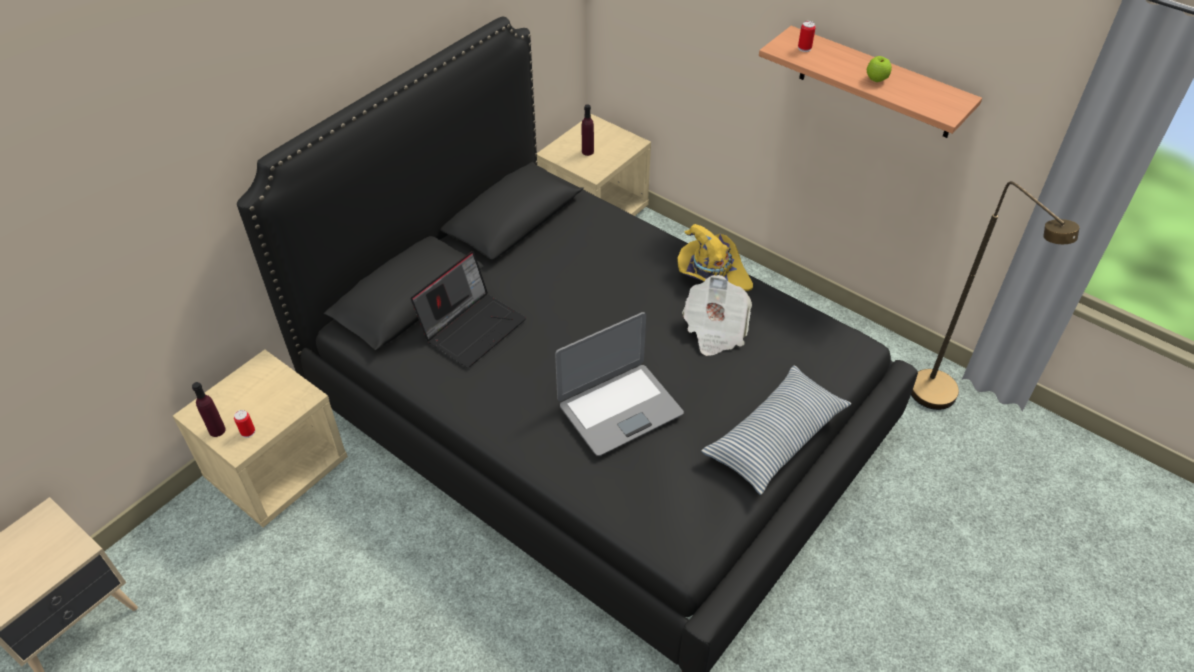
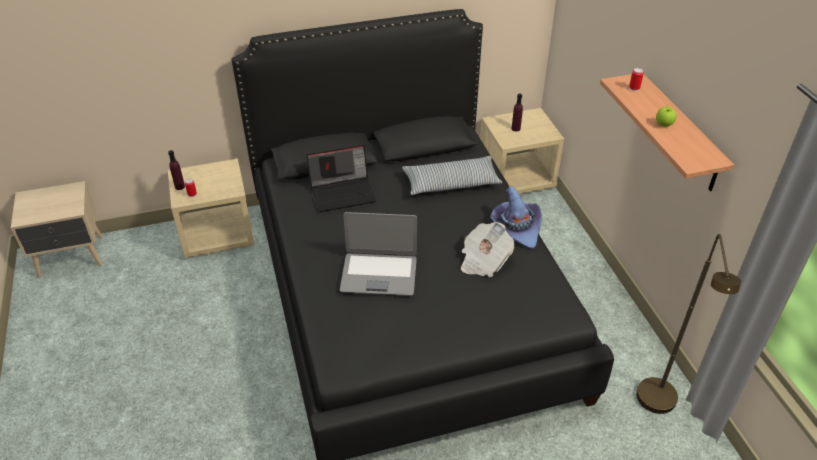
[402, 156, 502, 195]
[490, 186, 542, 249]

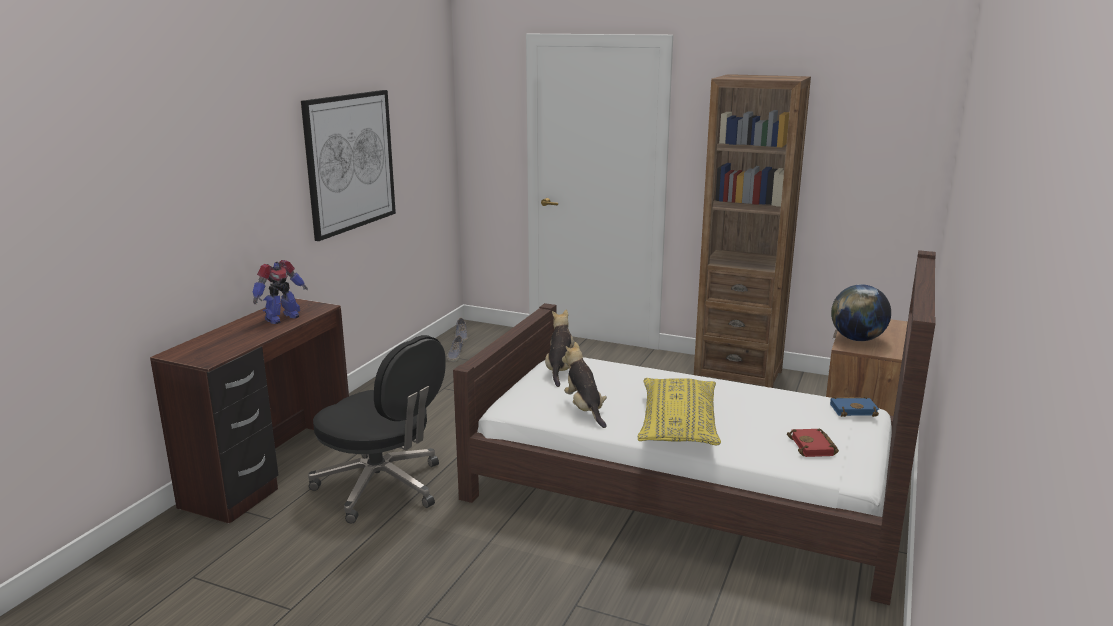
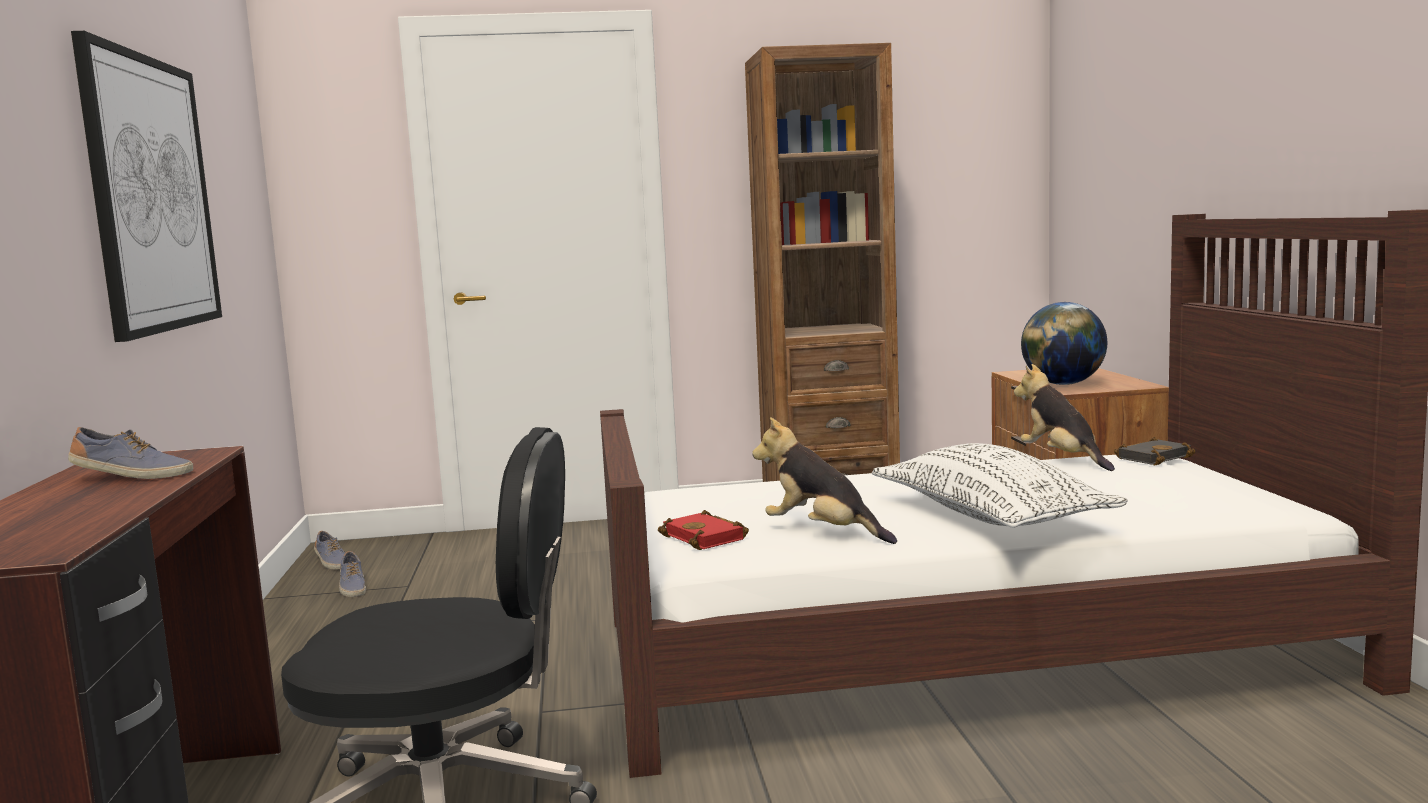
[1014, 364, 1115, 471]
[658, 510, 749, 550]
[68, 427, 193, 479]
[872, 443, 1128, 528]
[1114, 437, 1195, 466]

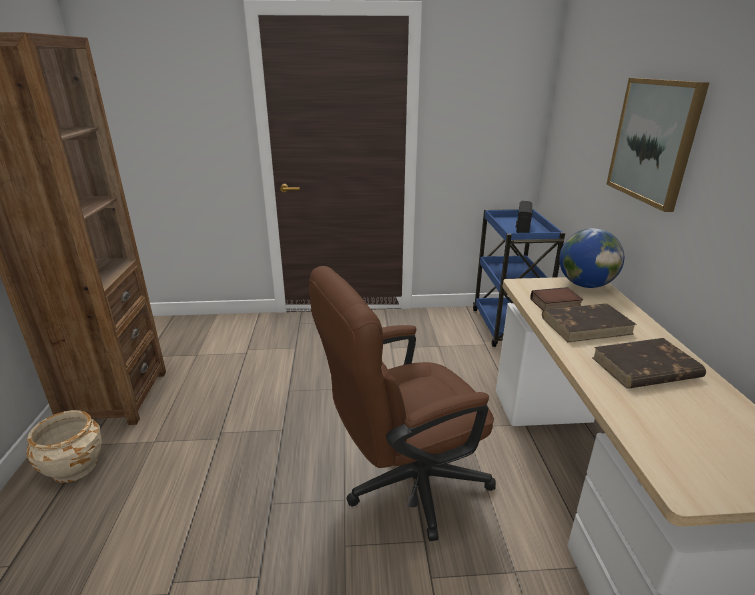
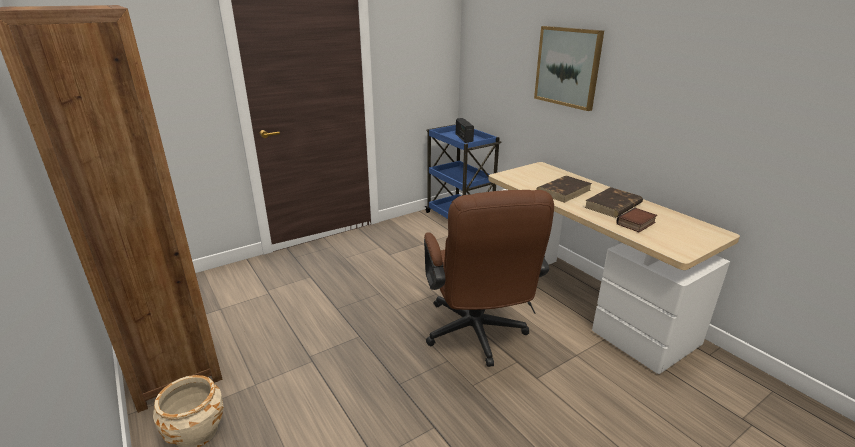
[559, 228, 624, 288] (first image)
[616, 208, 657, 232]
[424, 190, 554, 367]

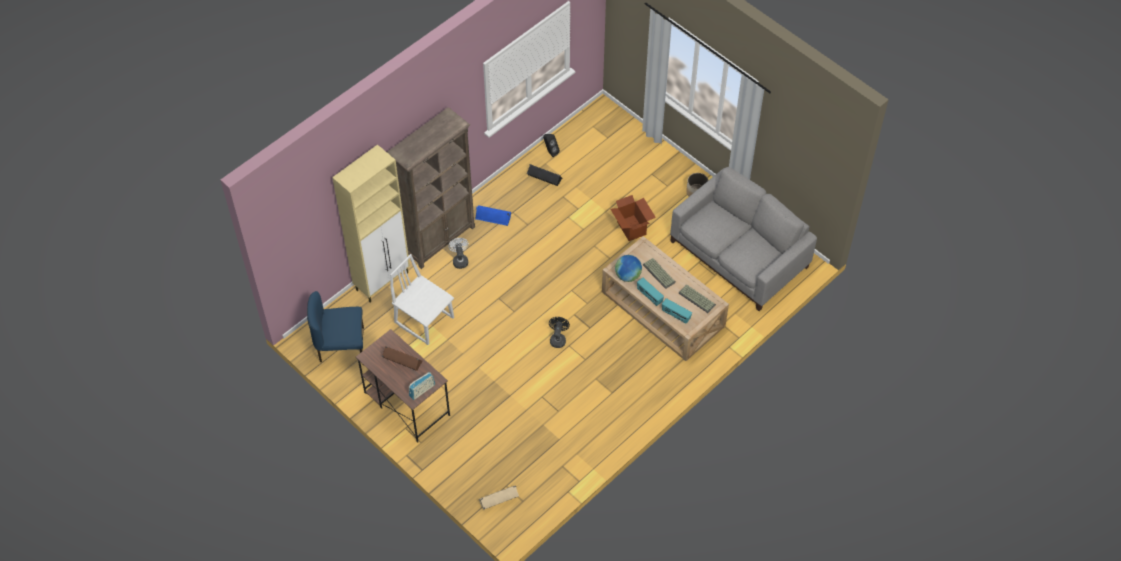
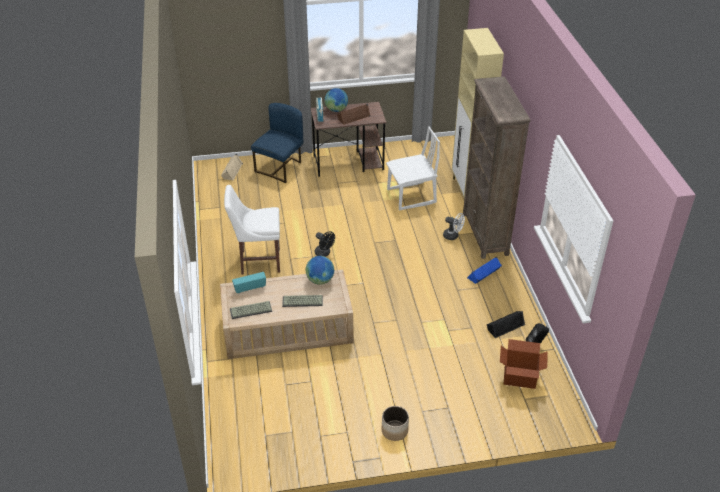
[637, 278, 664, 306] (first image)
[670, 167, 817, 311] (first image)
[224, 185, 280, 274]
[325, 88, 348, 112]
[251, 103, 303, 183]
[500, 339, 548, 389]

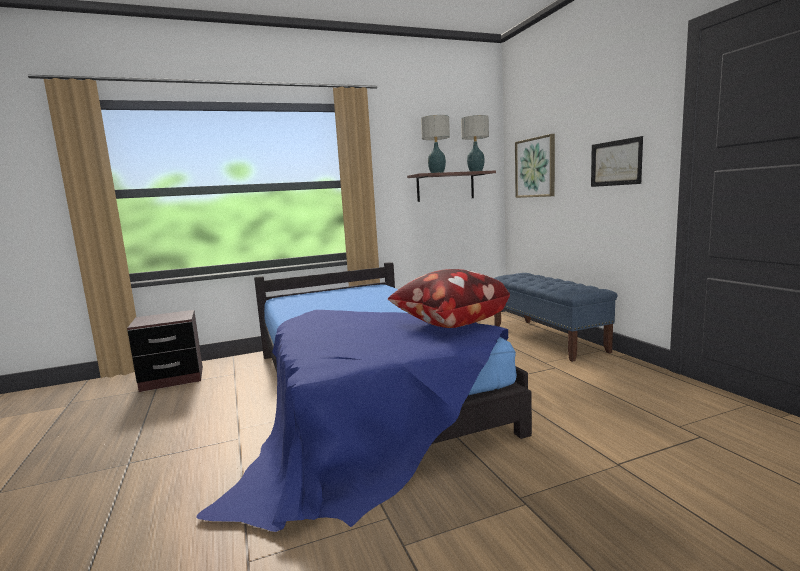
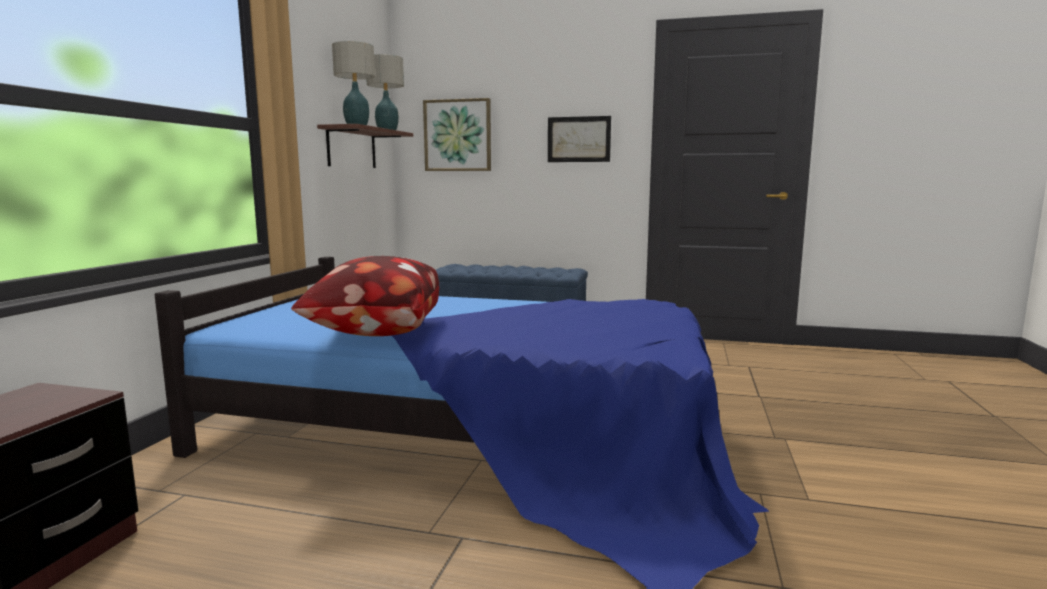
[291, 256, 439, 336]

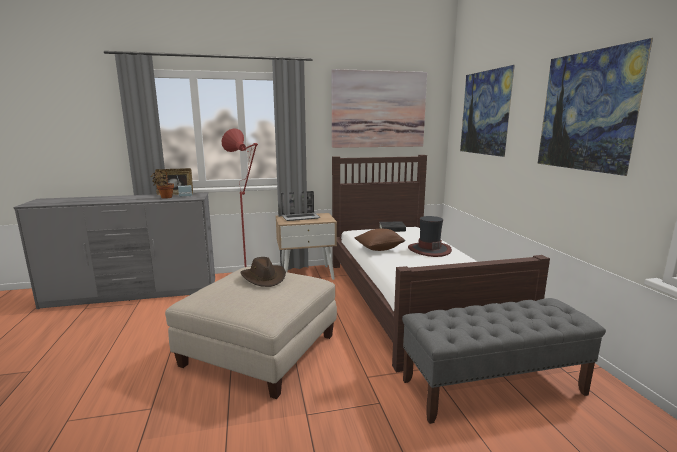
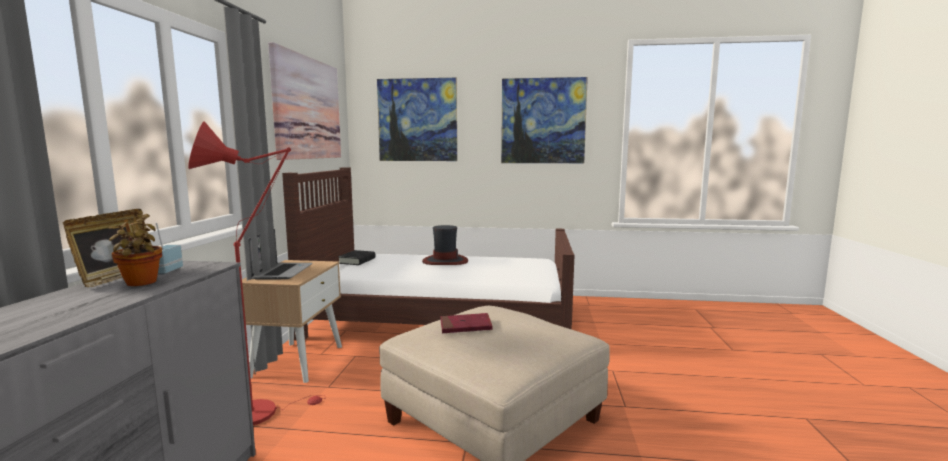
[354, 229, 405, 251] (first image)
[402, 298, 606, 424] (first image)
[440, 313, 493, 333]

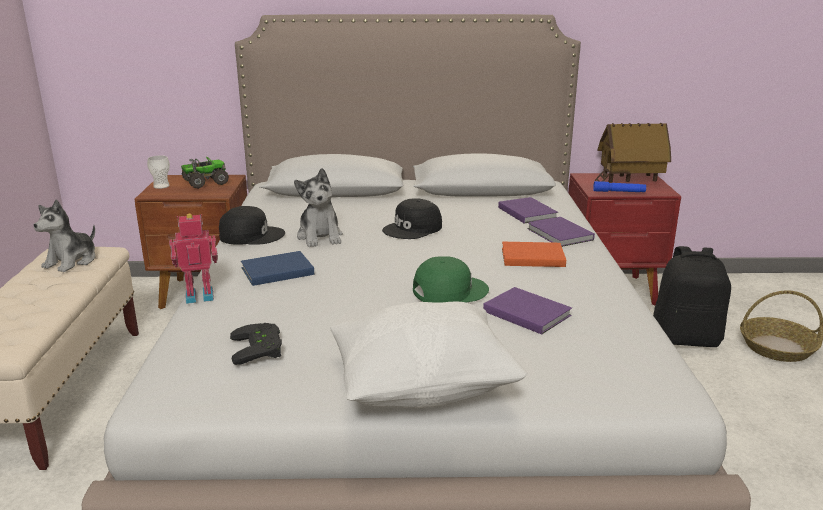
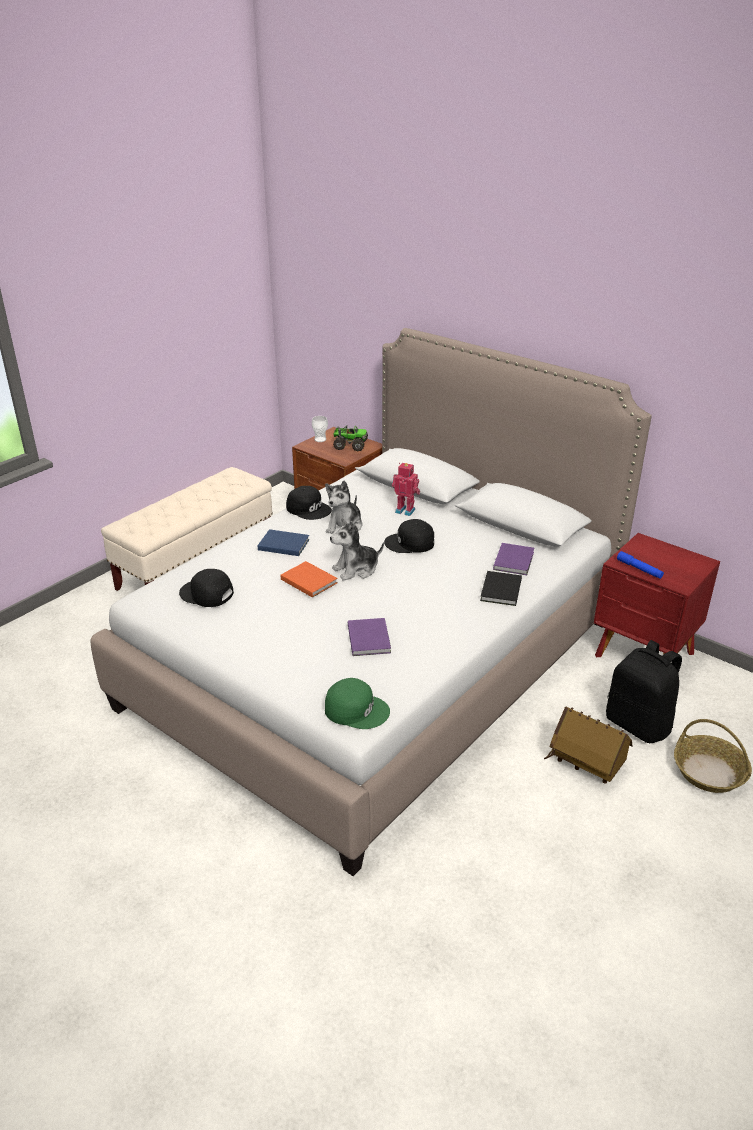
[330, 302, 527, 408] (first image)
[330, 518, 384, 581]
[392, 463, 420, 516]
[325, 678, 390, 729]
[281, 561, 338, 598]
[544, 706, 633, 784]
[179, 569, 234, 607]
[480, 571, 522, 606]

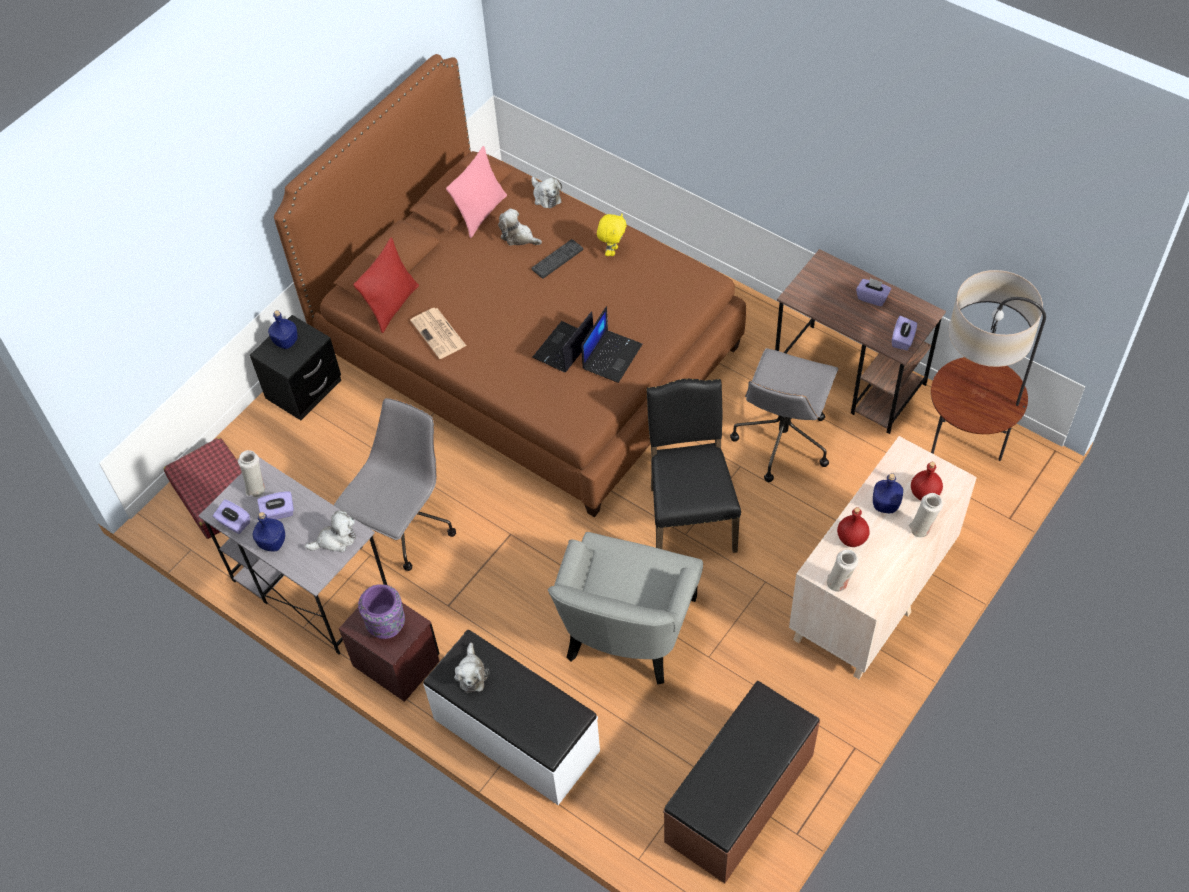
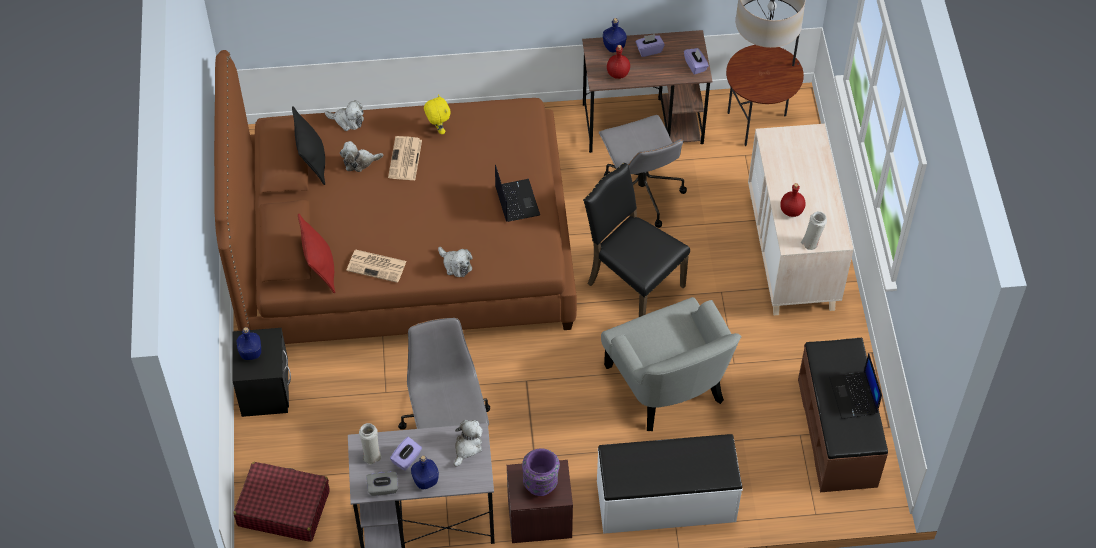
[909, 493, 943, 538] (first image)
[438, 247, 473, 277]
[829, 353, 882, 419]
[603, 18, 627, 53]
[607, 45, 630, 79]
[388, 136, 422, 180]
[366, 471, 398, 496]
[292, 106, 325, 185]

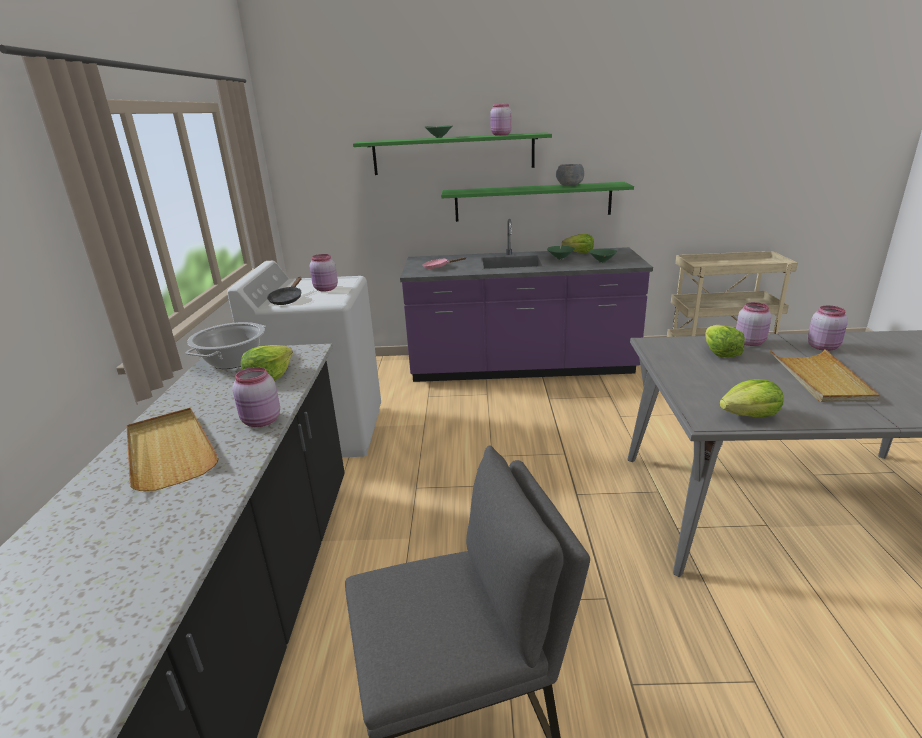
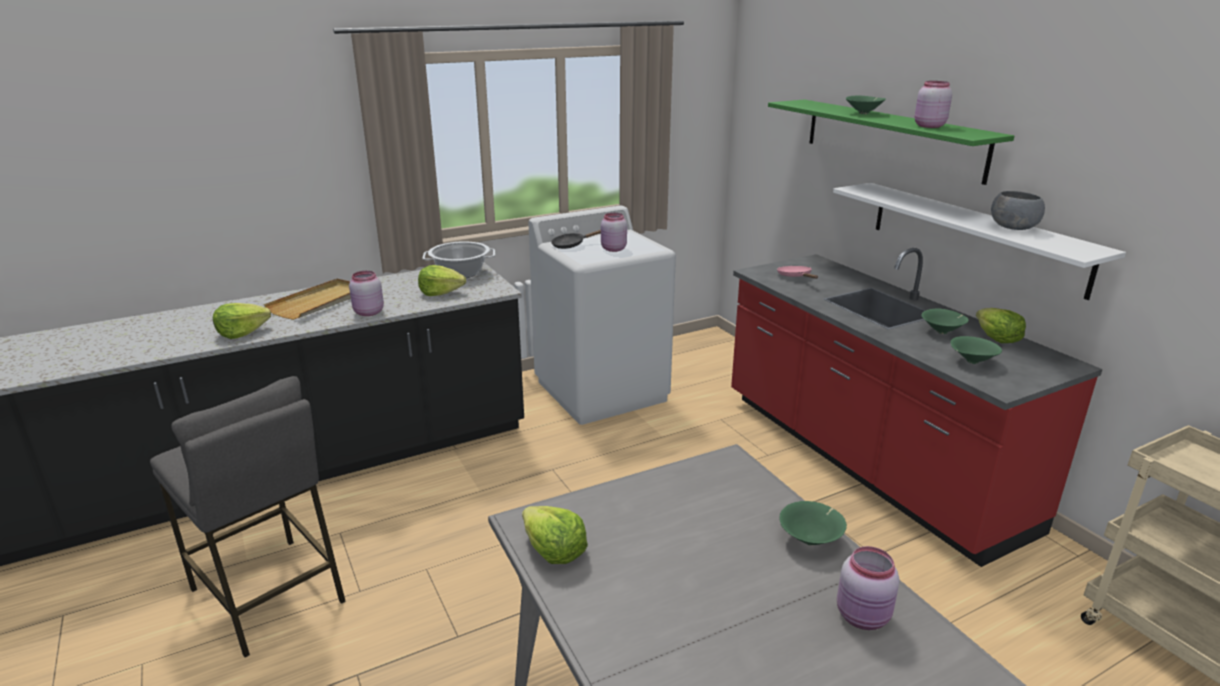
[770, 349, 880, 402] (first image)
[213, 303, 271, 339]
[779, 501, 847, 546]
[731, 248, 1102, 567]
[833, 183, 1126, 300]

